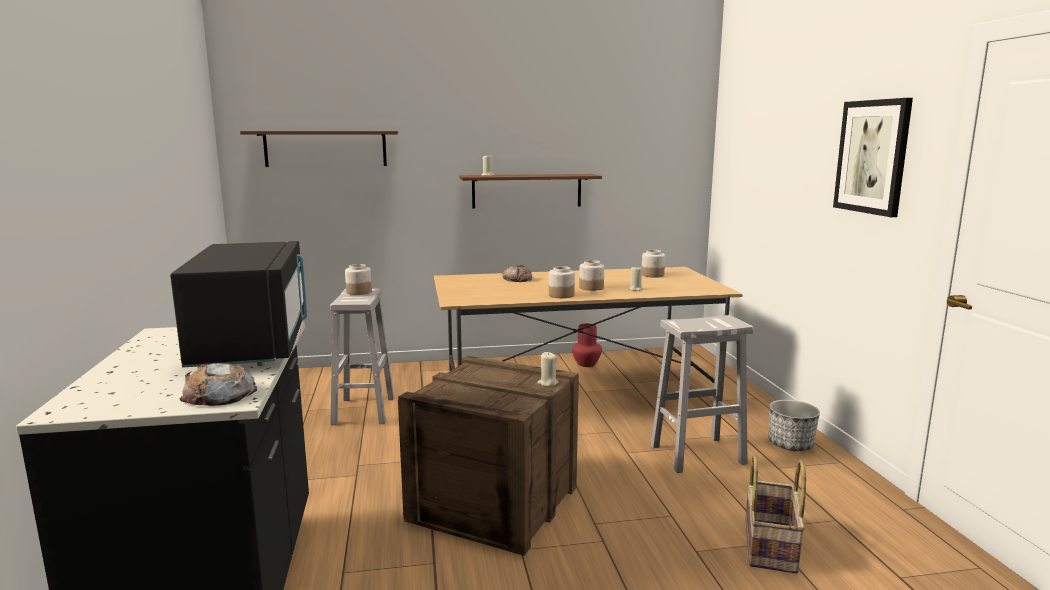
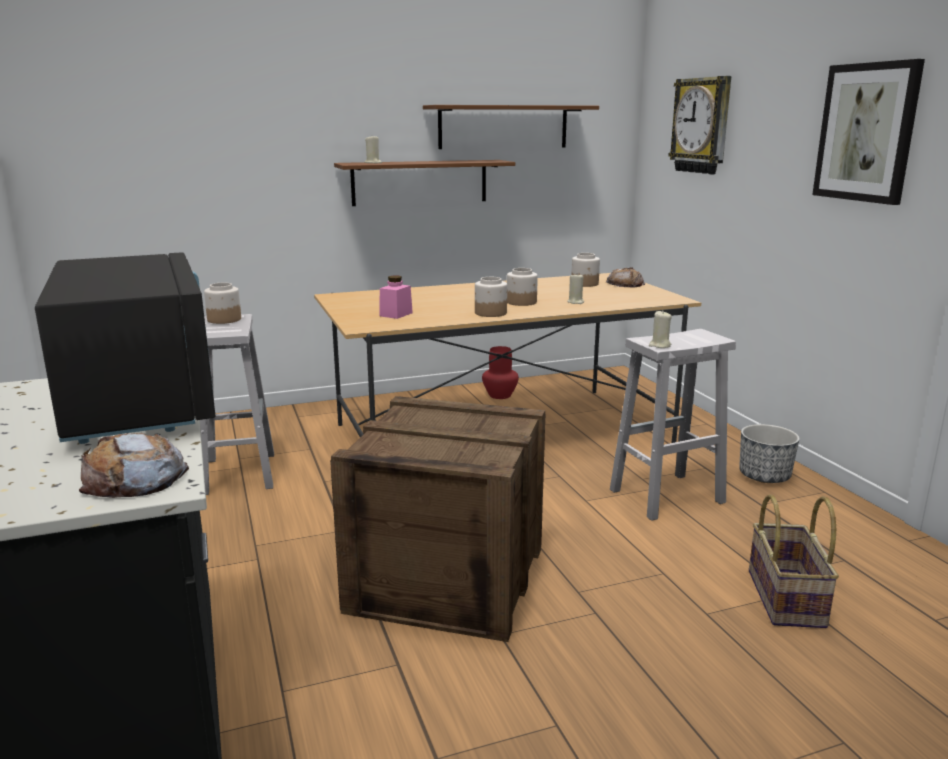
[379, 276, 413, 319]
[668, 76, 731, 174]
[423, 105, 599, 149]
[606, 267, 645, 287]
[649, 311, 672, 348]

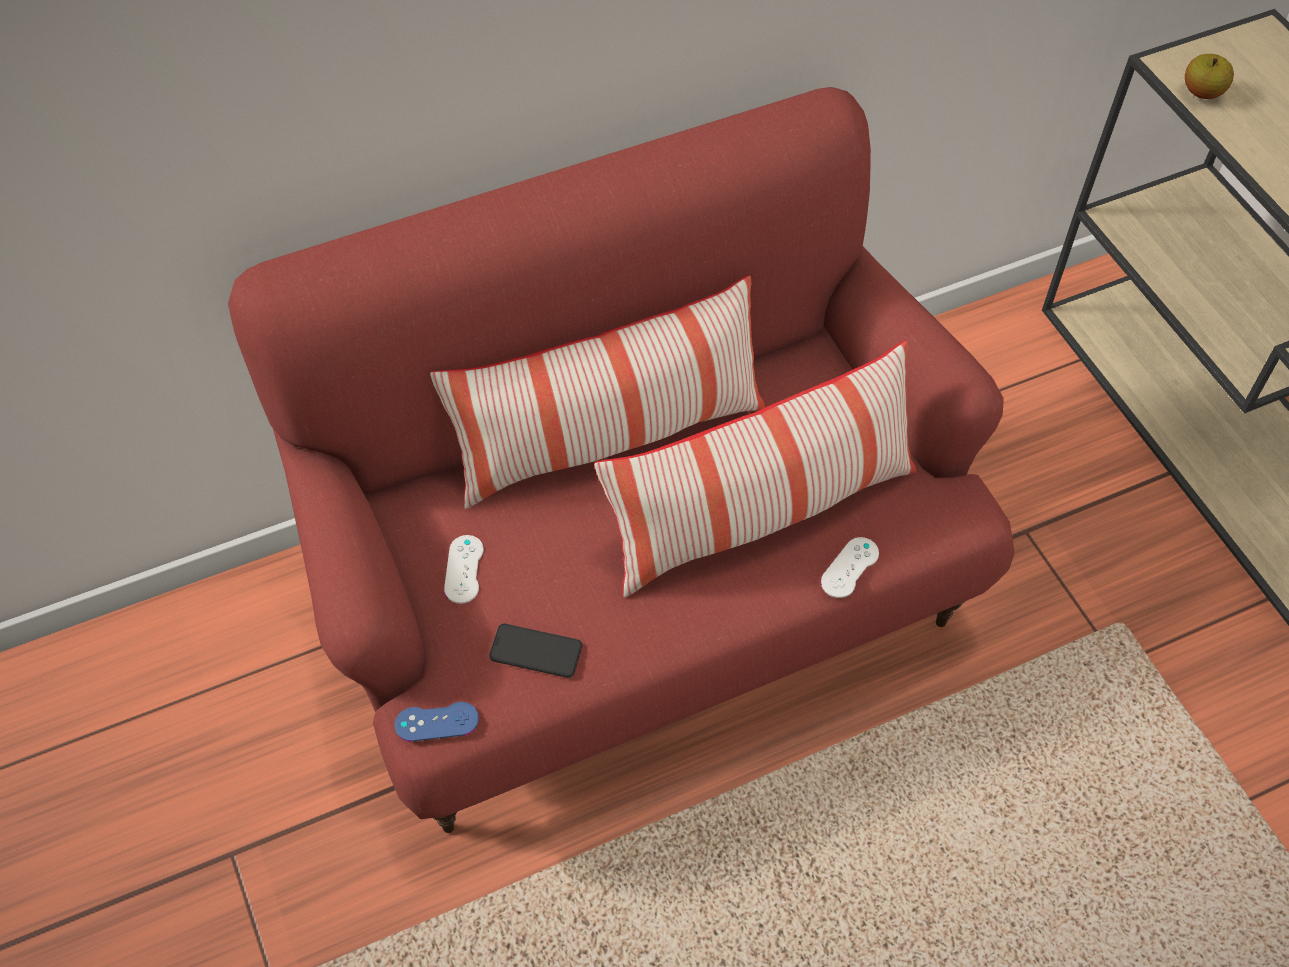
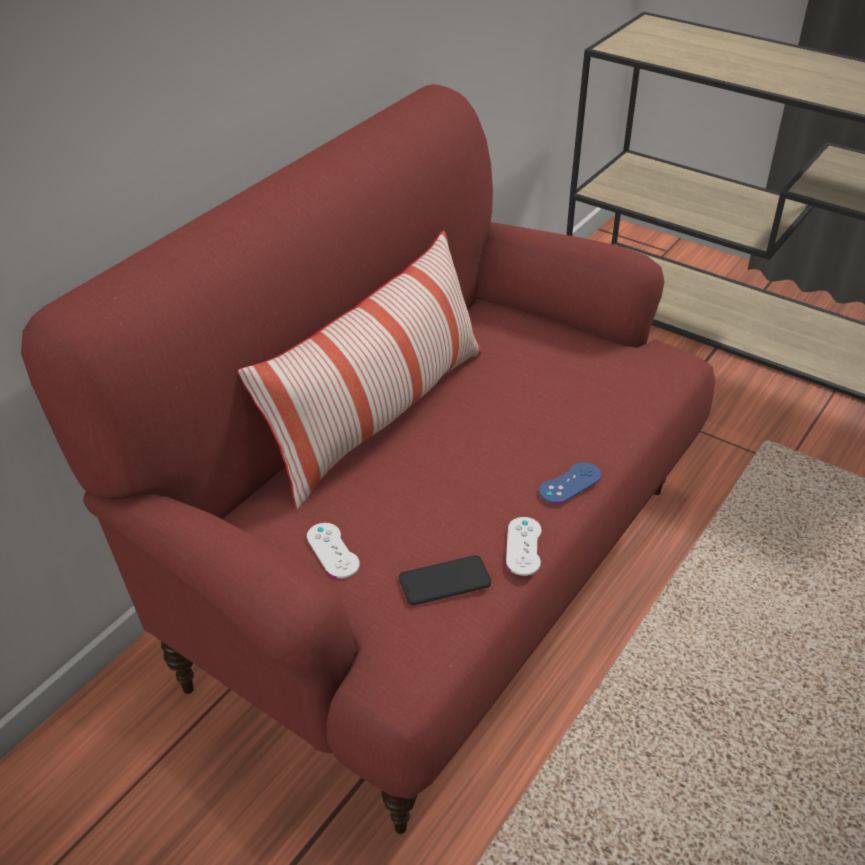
[594, 340, 916, 598] (first image)
[1185, 54, 1234, 99] (first image)
[539, 462, 601, 504]
[506, 517, 542, 576]

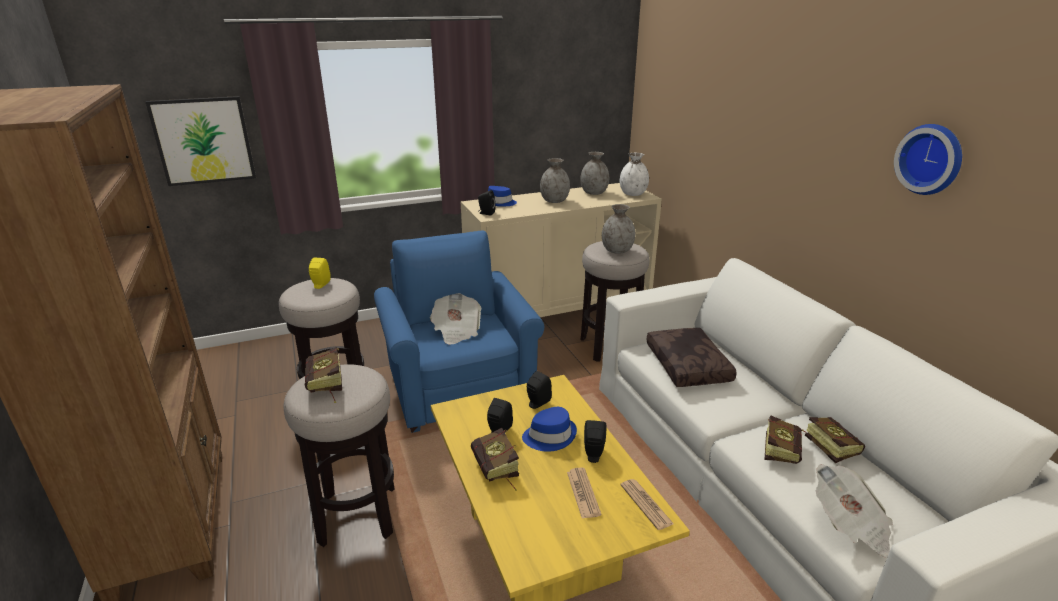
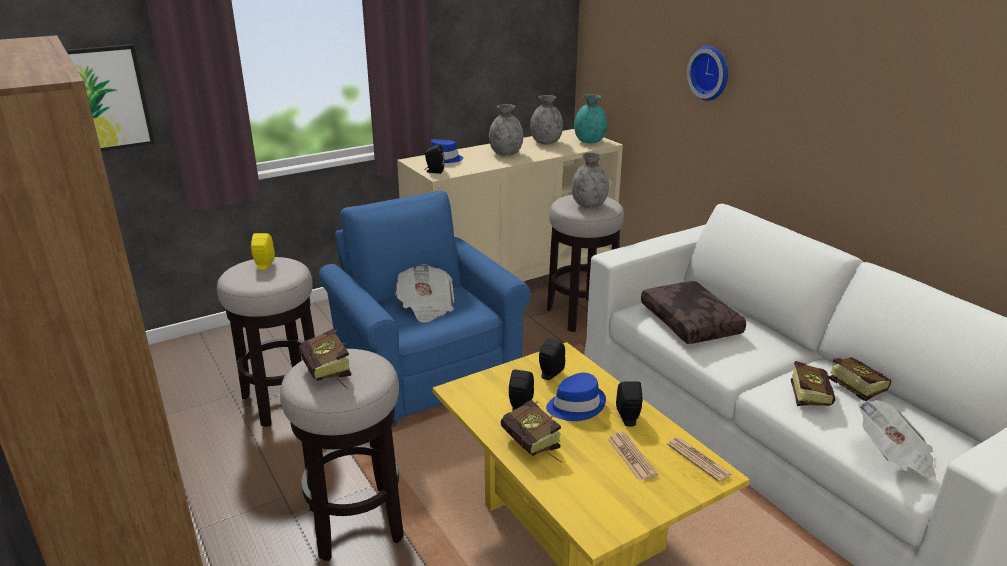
[687, 46, 728, 101]
[574, 94, 607, 143]

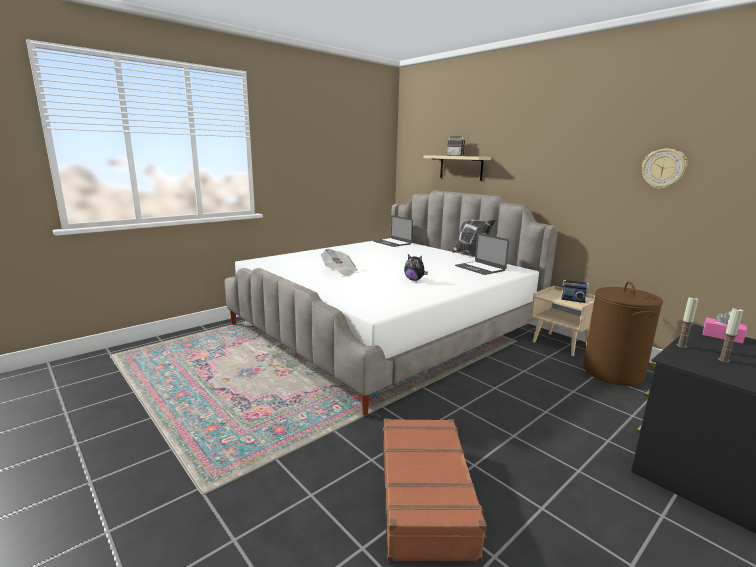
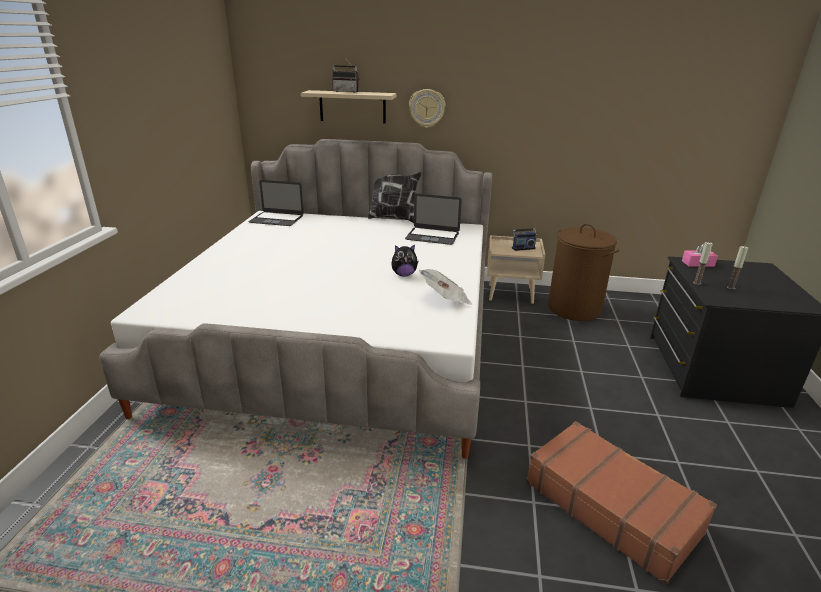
[419, 269, 472, 305]
[409, 89, 446, 128]

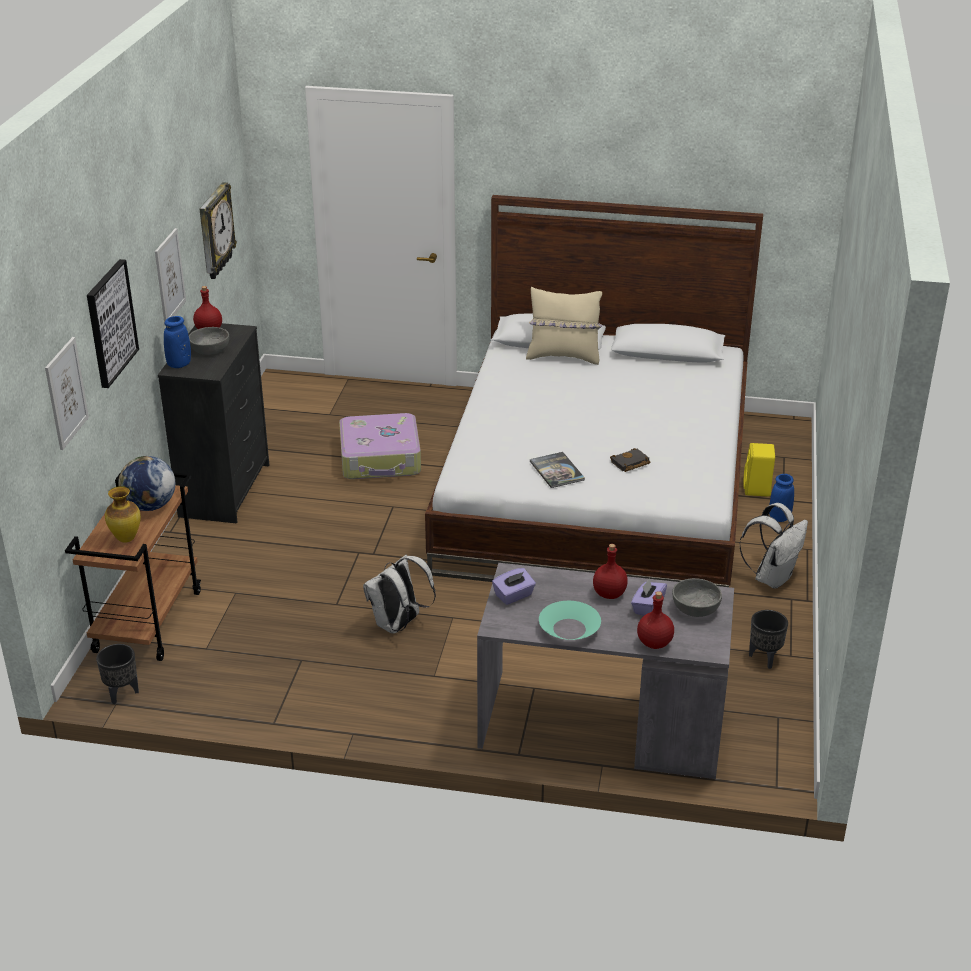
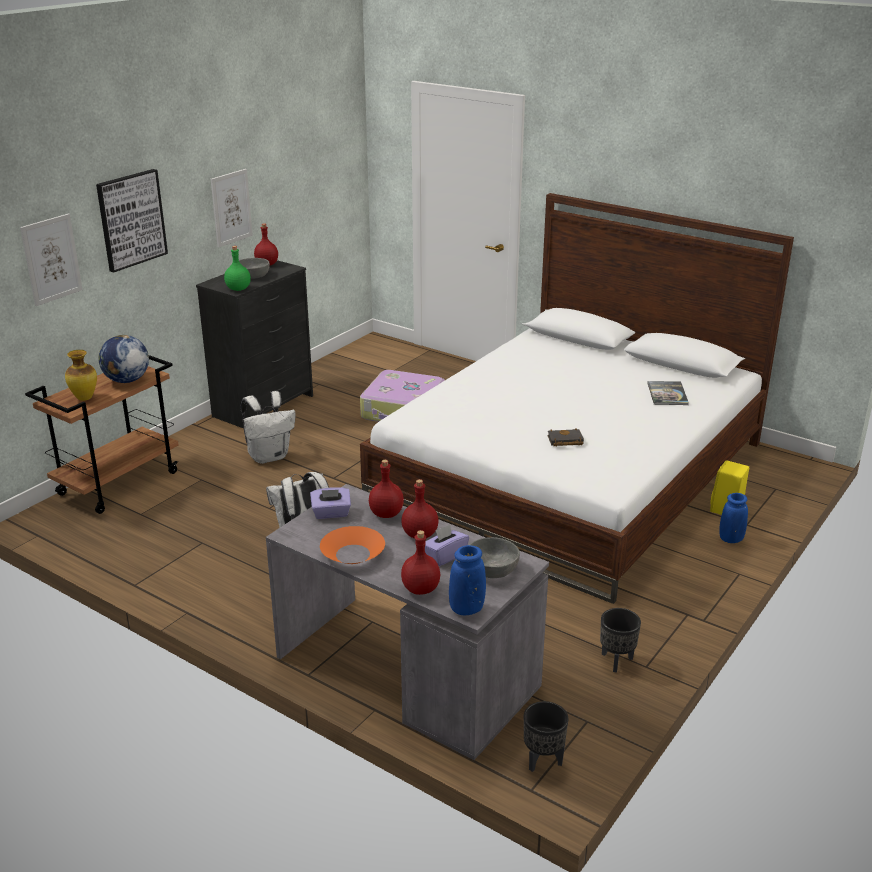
[200, 182, 237, 279] (first image)
[526, 287, 603, 365] (first image)
[224, 246, 251, 291]
[369, 460, 404, 518]
[524, 701, 568, 772]
[449, 545, 486, 615]
[647, 381, 689, 405]
[241, 391, 295, 464]
[320, 526, 385, 564]

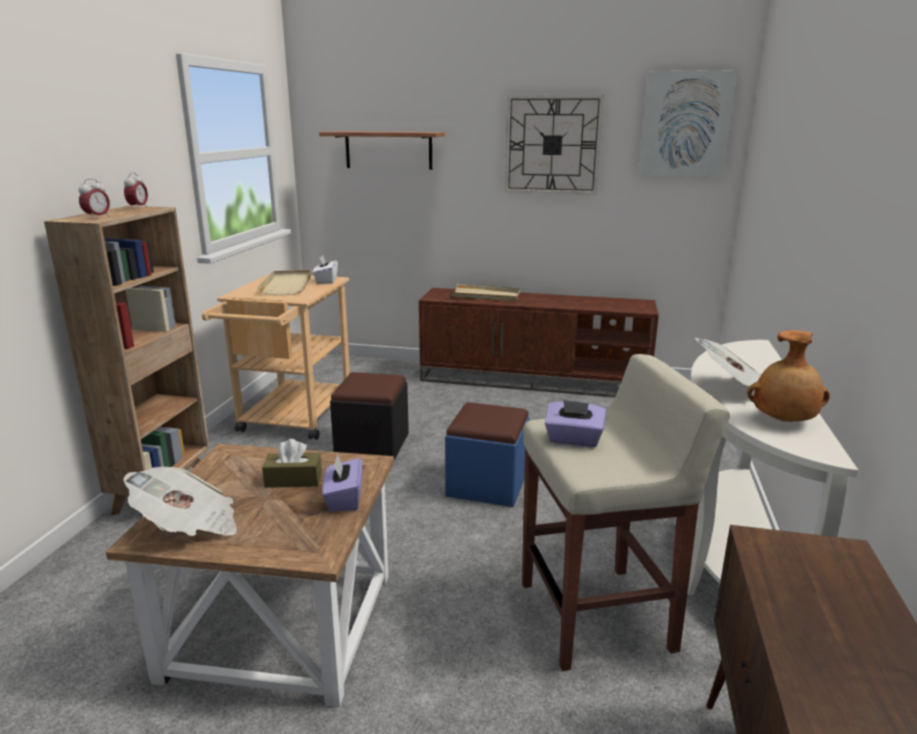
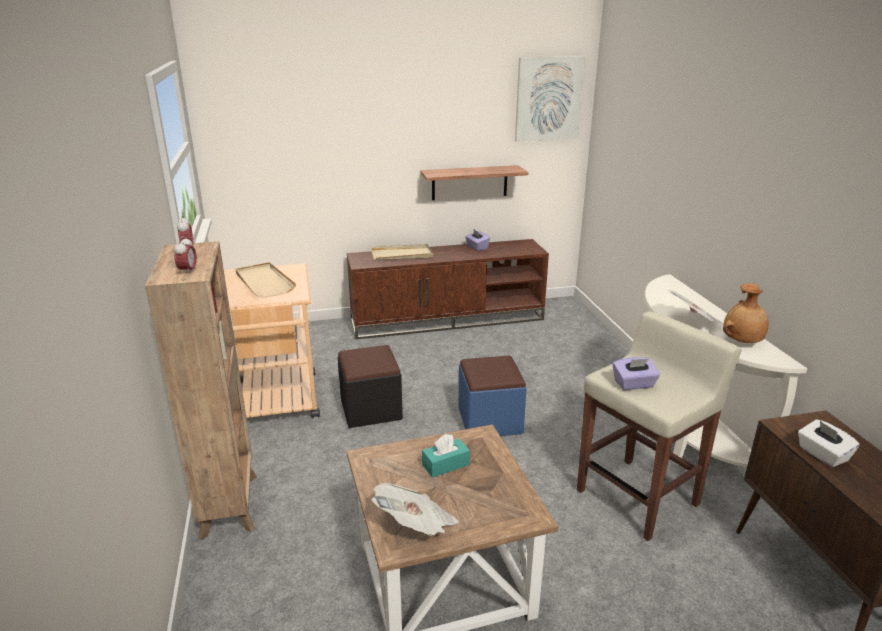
[505, 95, 604, 195] (first image)
[798, 419, 860, 467]
[420, 165, 528, 200]
[465, 229, 490, 251]
[422, 434, 470, 478]

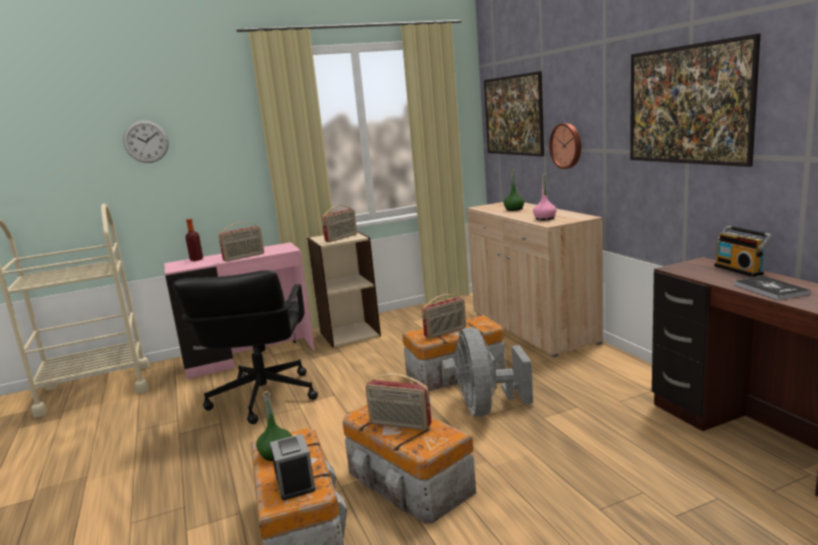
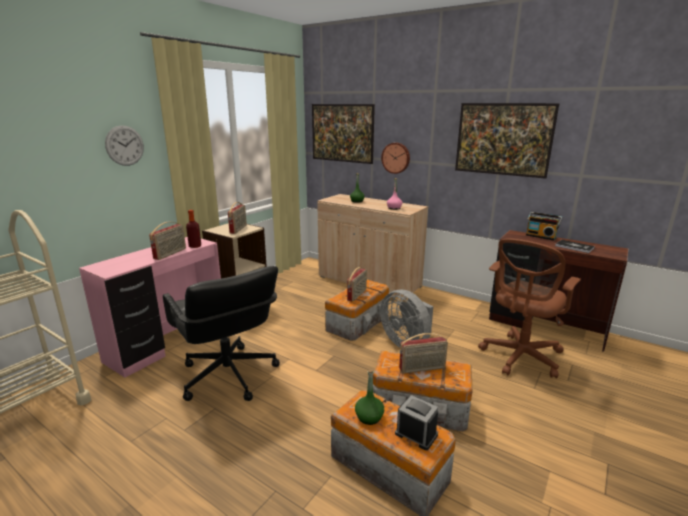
[478, 238, 581, 378]
[105, 125, 144, 166]
[186, 210, 201, 248]

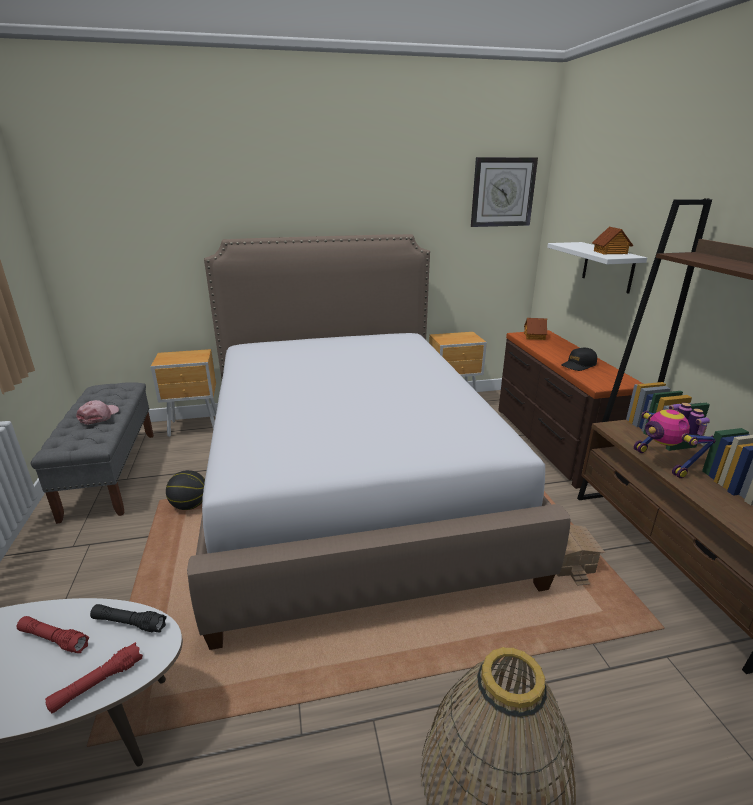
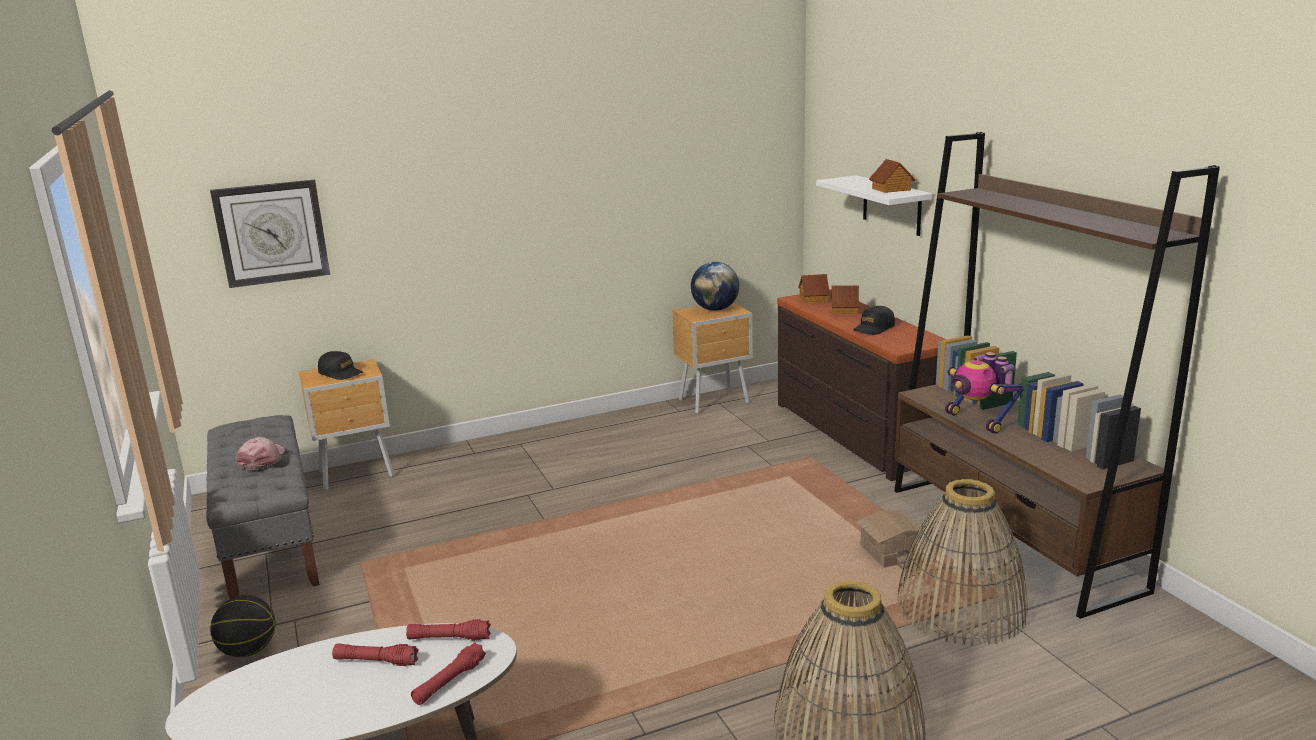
[187, 234, 571, 650] (first image)
[318, 351, 363, 380]
[691, 262, 739, 311]
[831, 286, 859, 315]
[897, 479, 1028, 646]
[210, 595, 276, 657]
[210, 180, 330, 288]
[406, 619, 491, 641]

